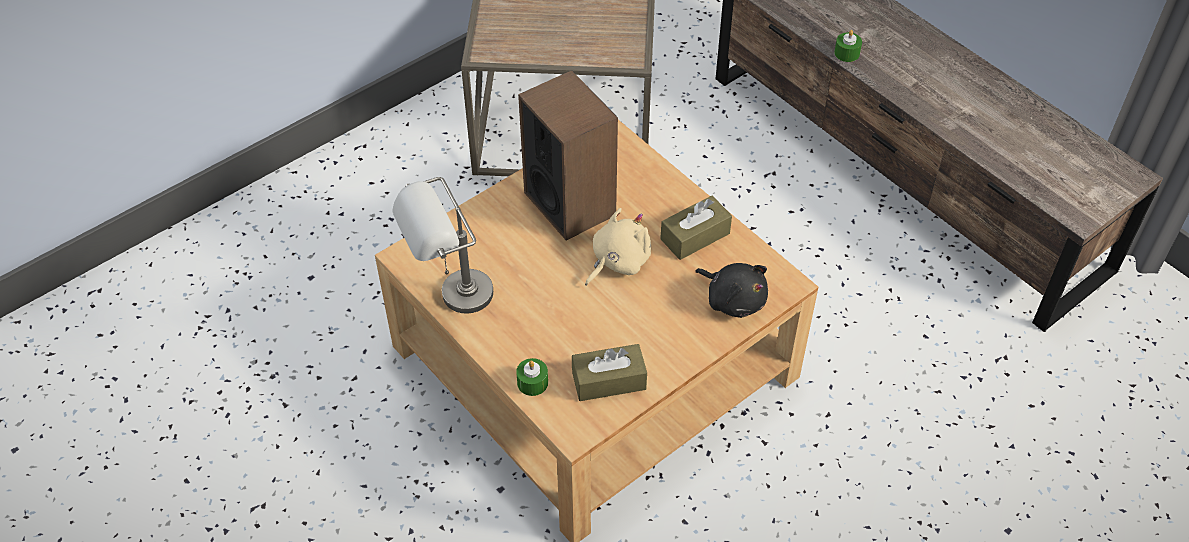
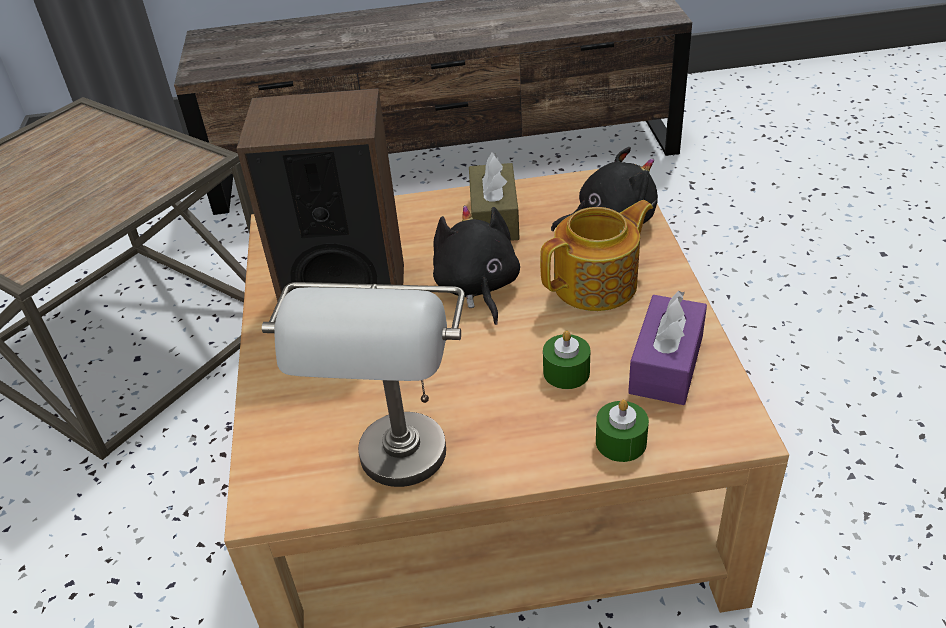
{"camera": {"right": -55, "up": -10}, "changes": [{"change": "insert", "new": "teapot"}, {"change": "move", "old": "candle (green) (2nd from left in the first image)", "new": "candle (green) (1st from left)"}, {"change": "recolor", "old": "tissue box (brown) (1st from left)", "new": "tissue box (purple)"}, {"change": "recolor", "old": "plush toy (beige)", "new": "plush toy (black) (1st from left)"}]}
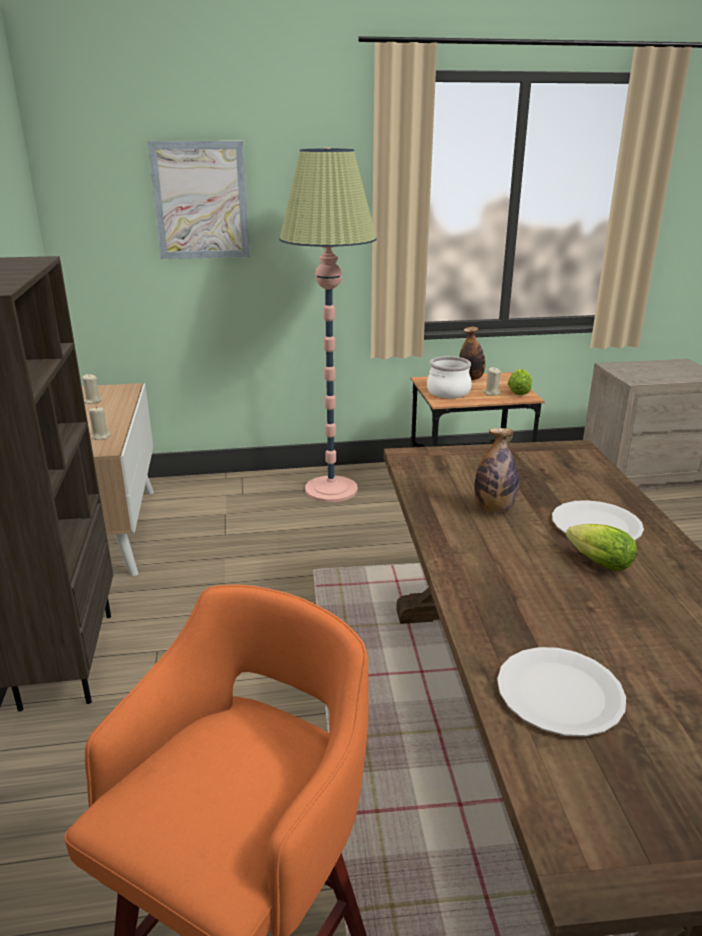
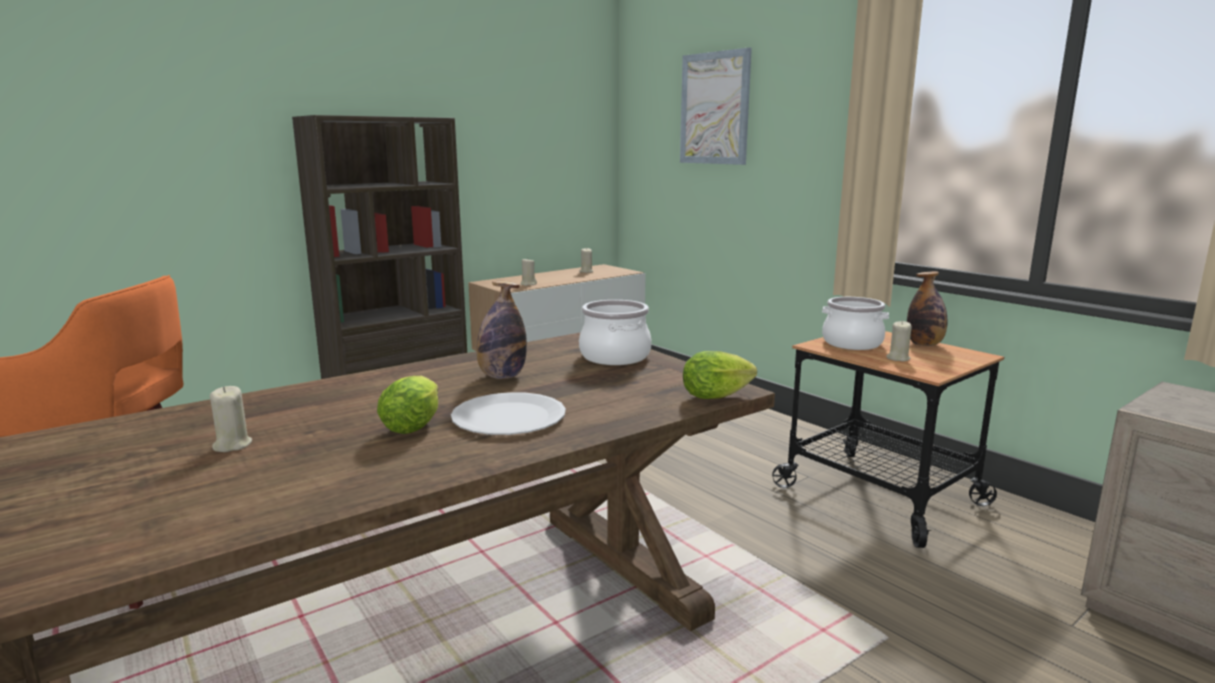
{"camera": {"right": 60, "up": -10}, "changes": [{"change": "delete", "old": "floor lamp"}, {"change": "delete", "old": "plate (white) (1st from left)"}, {"change": "insert", "new": "candle (beige) (1st from left)"}, {"change": "insert", "new": "cooking pot (1st from left)"}, {"change": "move", "old": "lettuce (1st from left in the first image)", "new": "lettuce (2nd from left)"}]}
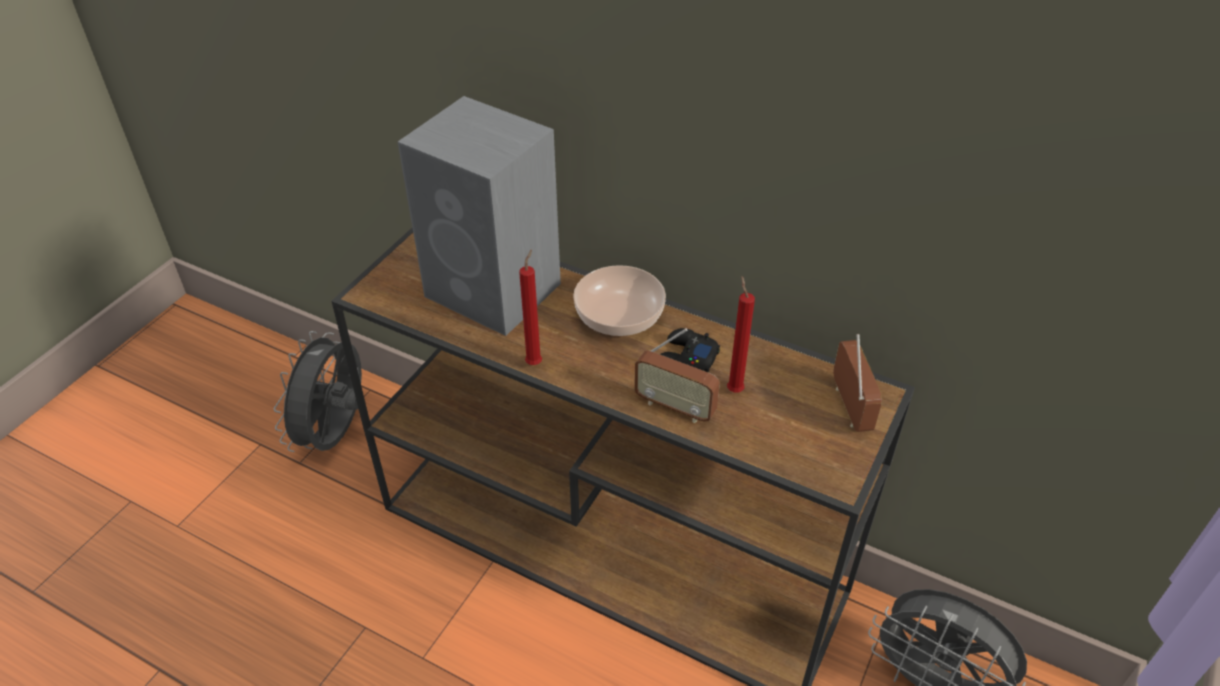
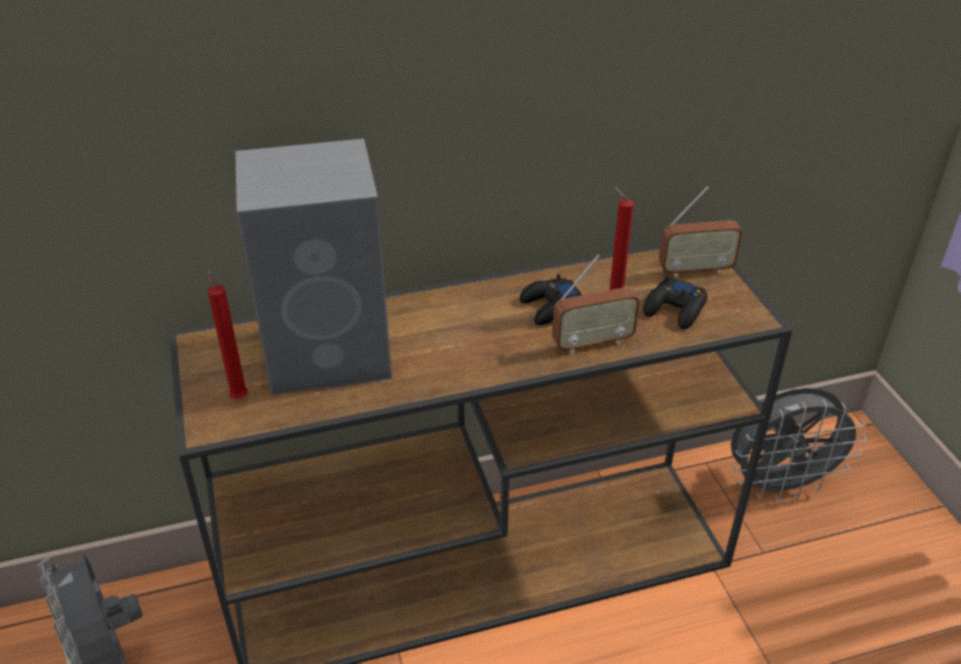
{"camera": {"right": -45, "up": -5}, "changes": [{"change": "delete", "old": "bowl"}, {"change": "insert", "new": "game controller (black) (2nd from left)"}, {"change": "move", "old": "candle (red) (1st from left)"}, {"change": "rotate", "old": "radio (2nd from left)", "degrees": 135}]}
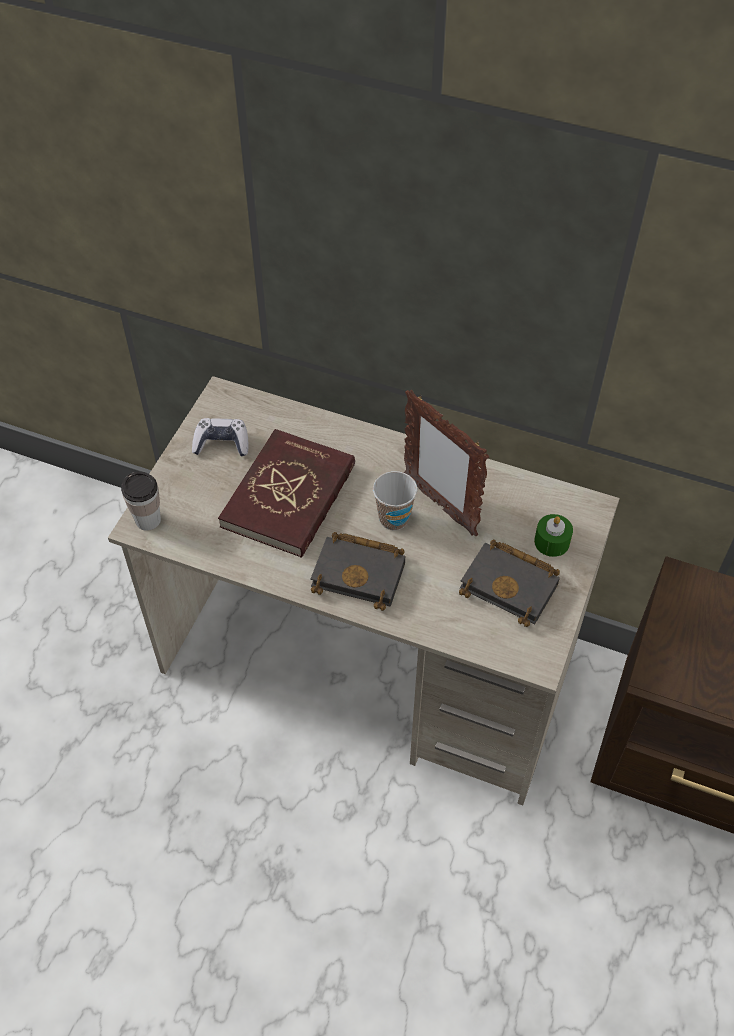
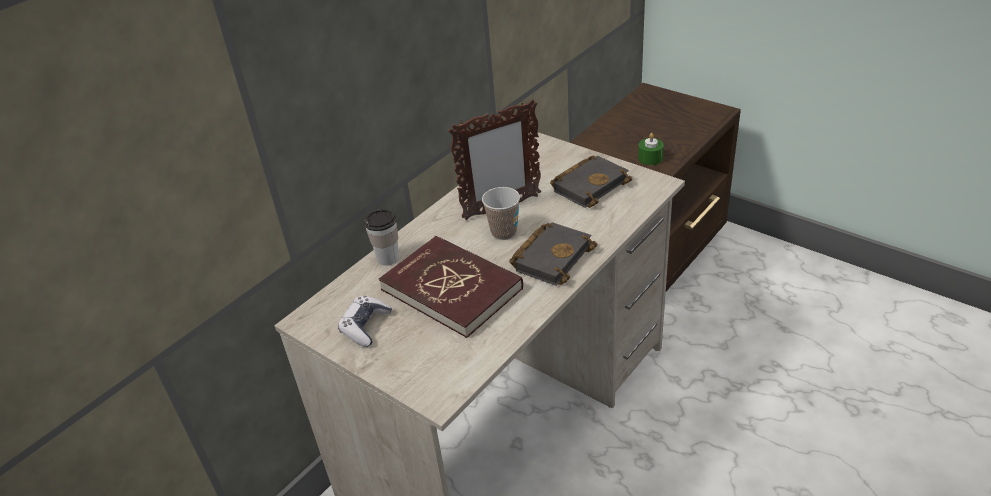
{"camera": {"right": -70, "up": -15}, "changes": [{"change": "move", "old": "cup (1st from left)"}, {"change": "move", "old": "candle (green)"}]}
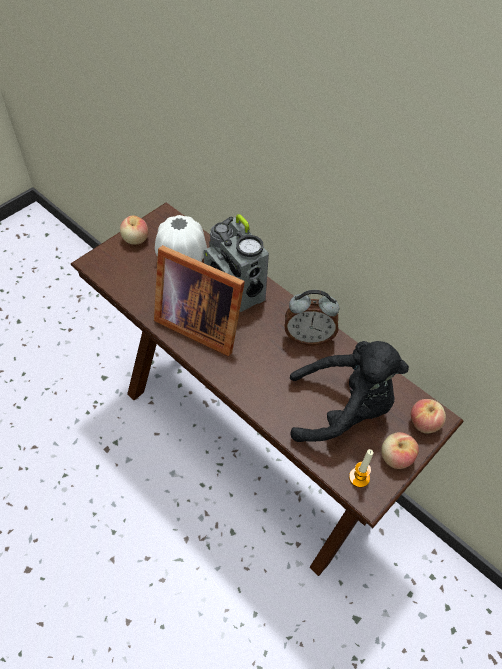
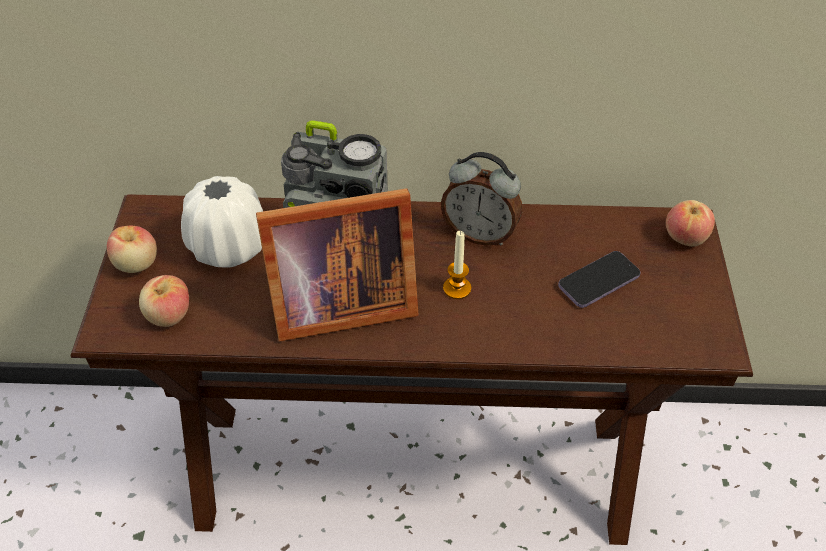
{"camera": {"right": -40, "up": -5}, "changes": [{"change": "move", "old": "candle"}, {"change": "move", "old": "apple (2nd from left)"}, {"change": "replace", "old": "plush toy (black)", "new": "phone"}, {"change": "rotate", "old": "alarm clock", "degrees": 60}]}
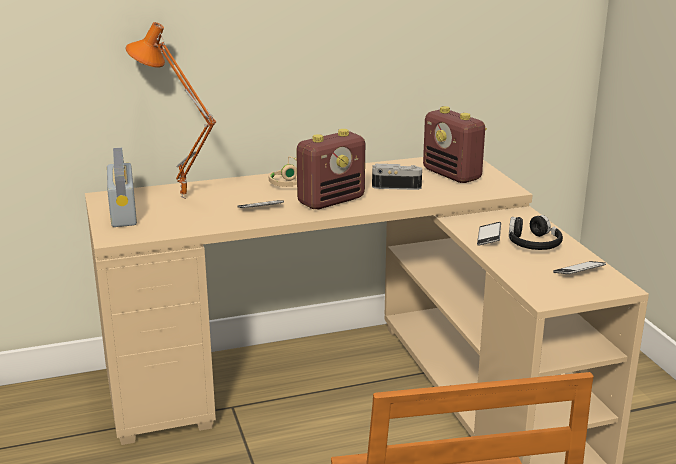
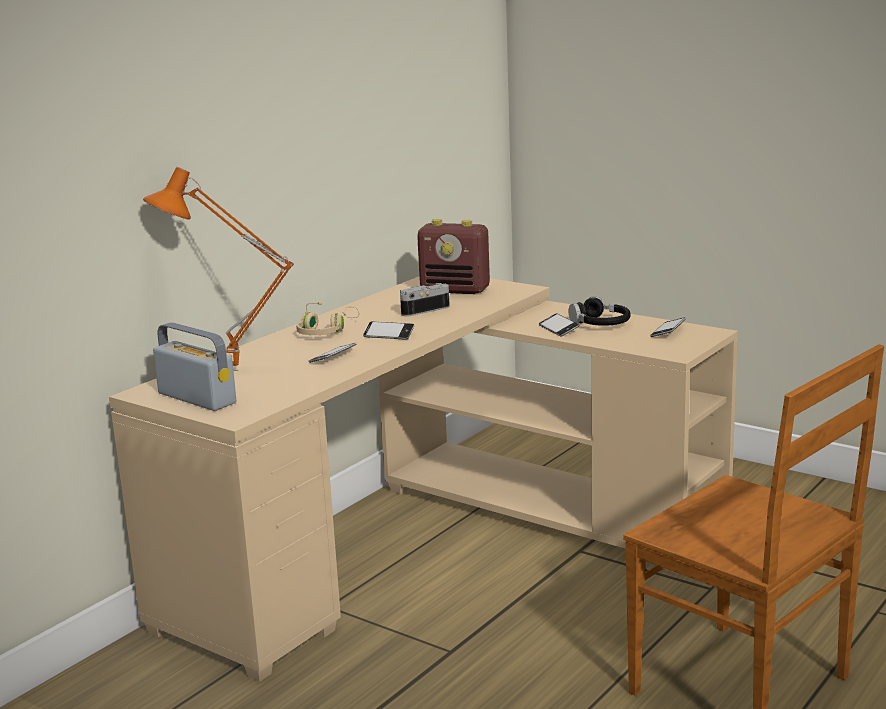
{"camera": {"right": -35, "up": -5}, "changes": [{"change": "replace", "old": "radio (2nd from left)", "new": "phone (2nd from left)"}]}
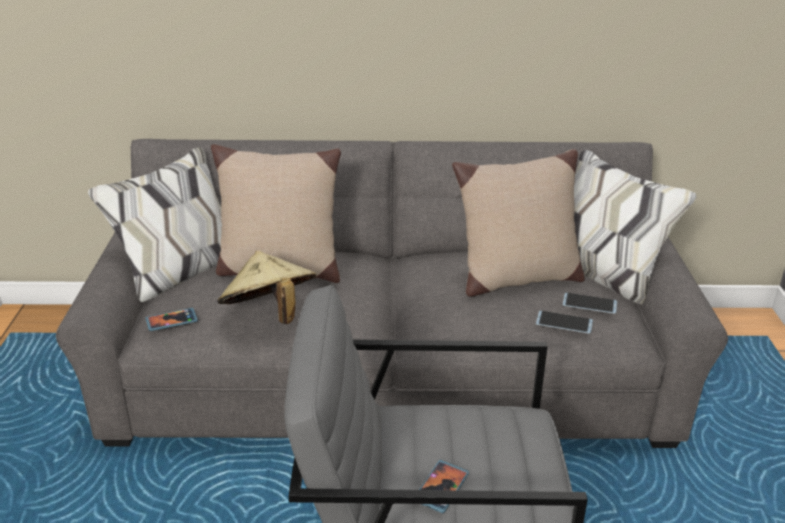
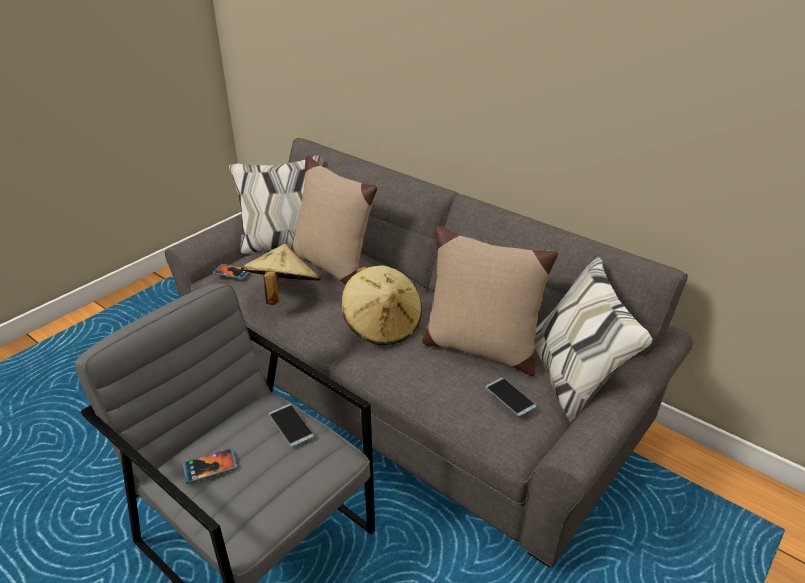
{"camera": {"right": 40, "up": 5}, "changes": [{"change": "insert", "new": "hat (beige) (2nd from left)"}, {"change": "move", "old": "phone (3rd from left)"}]}
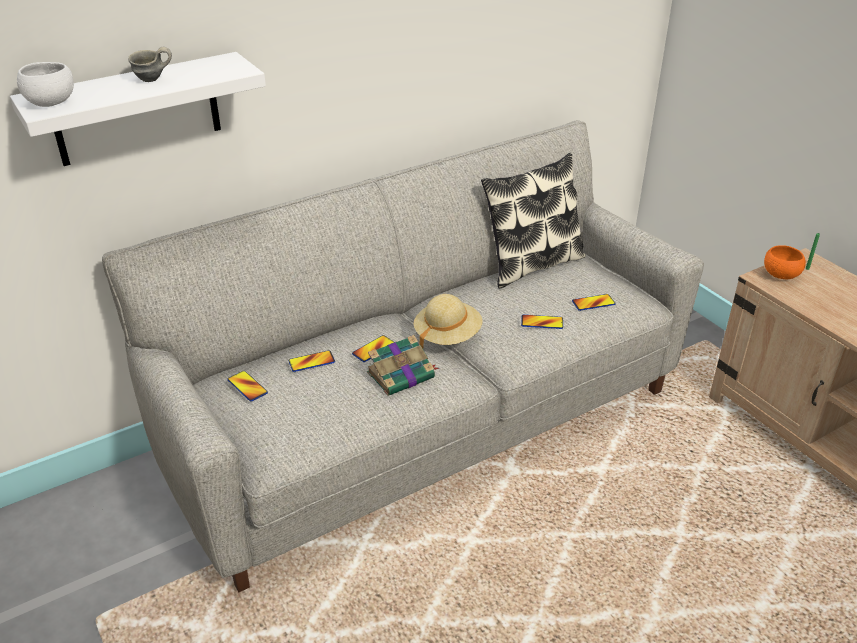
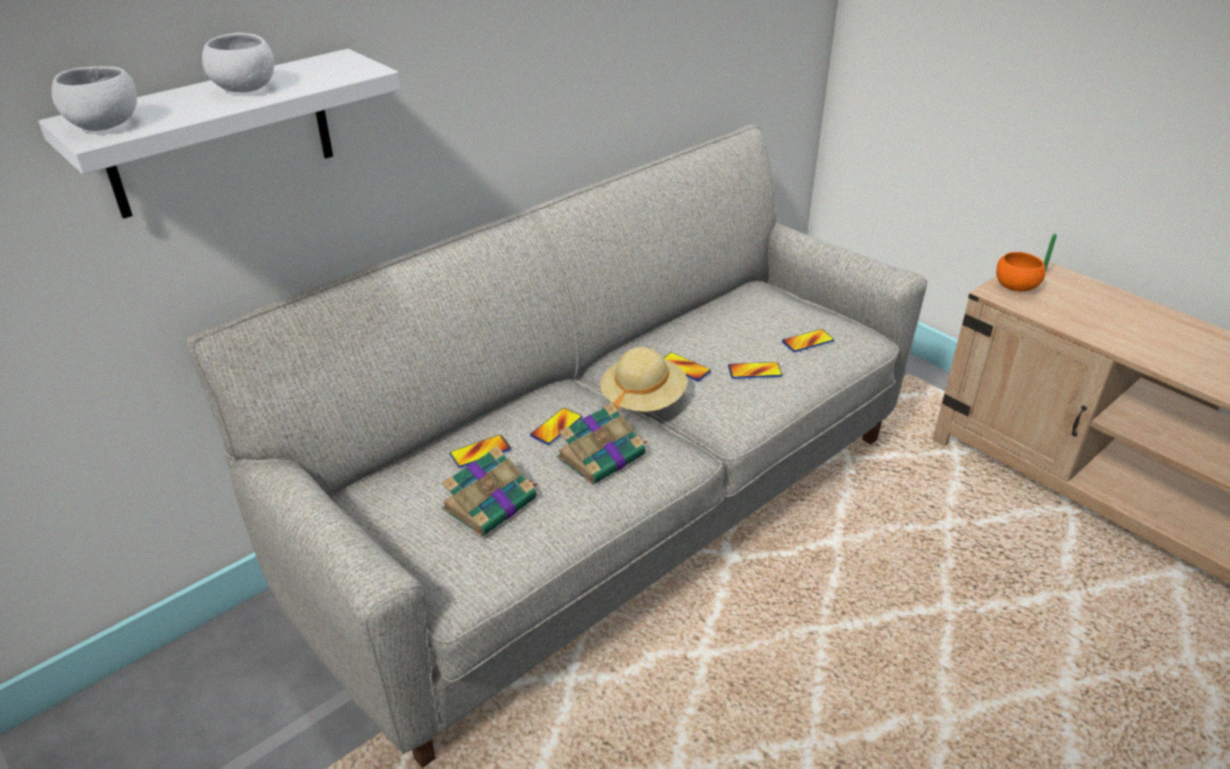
{"camera": {"right": -10, "up": 0}, "changes": [{"change": "delete", "old": "pillow"}, {"change": "insert", "new": "book (1st from left)"}, {"change": "move", "old": "phone (1st from left in the first image)", "new": "phone (3rd from left)"}, {"change": "replace", "old": "mug (grey)", "new": "bowl (white) (2nd from left)"}]}
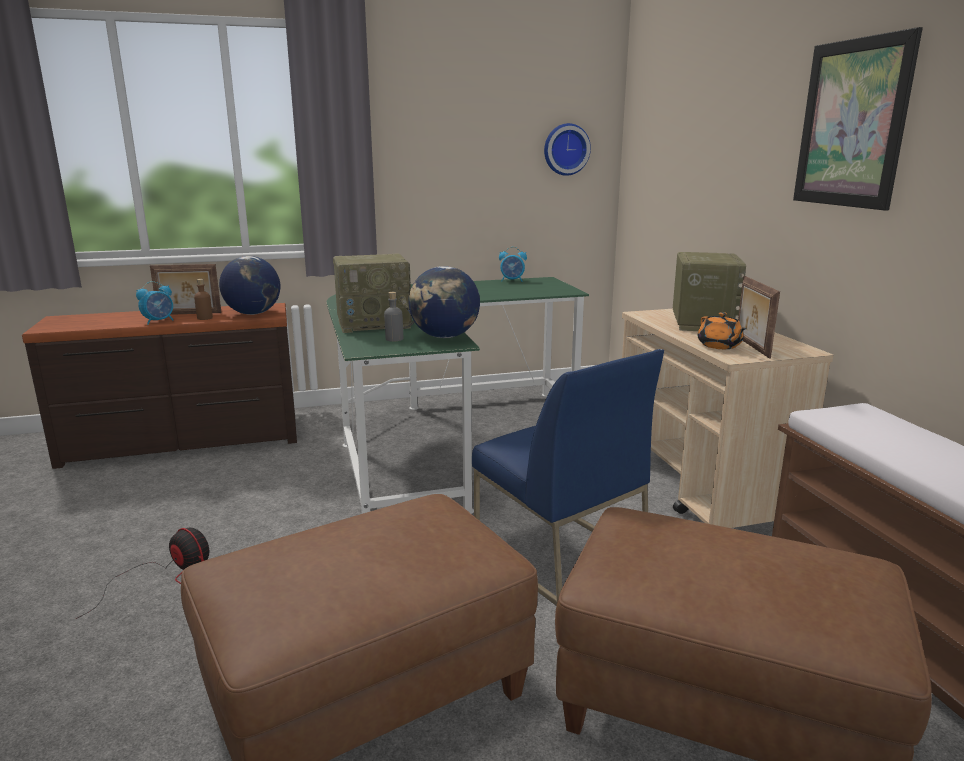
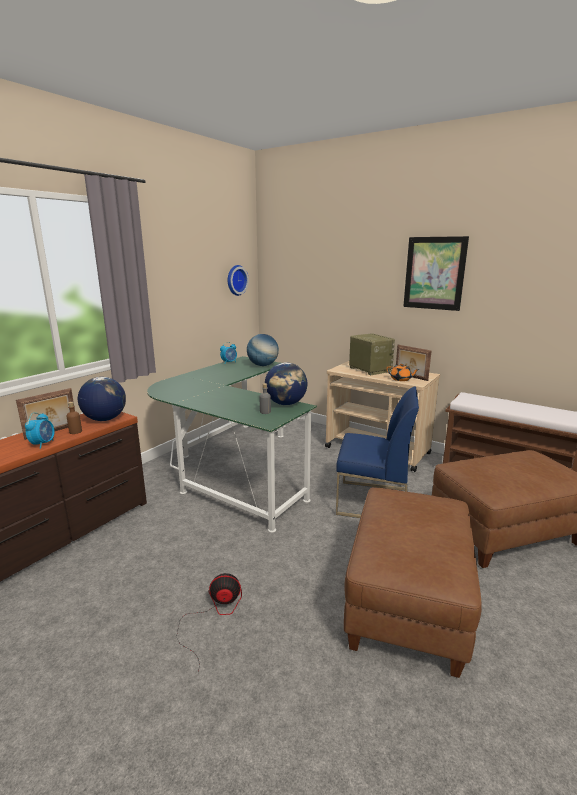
{"camera": {"right": -40, "up": 0}, "changes": [{"change": "delete", "old": "radio (1st from left)"}, {"change": "insert", "new": "globe (2nd from left)"}]}
